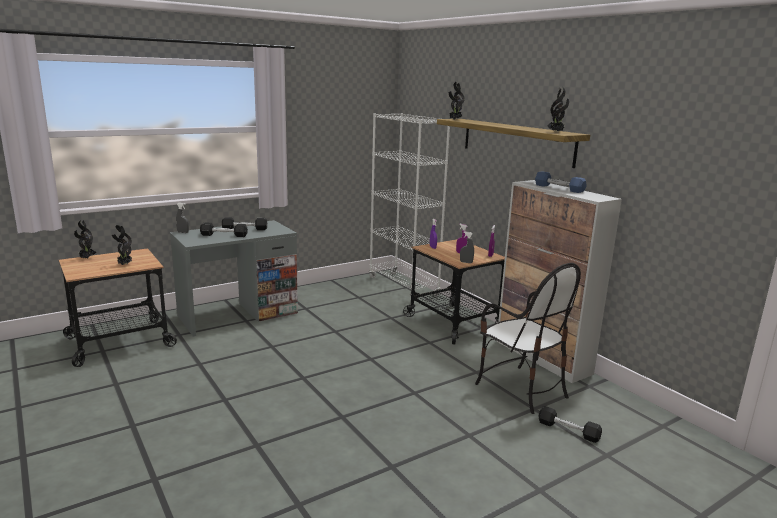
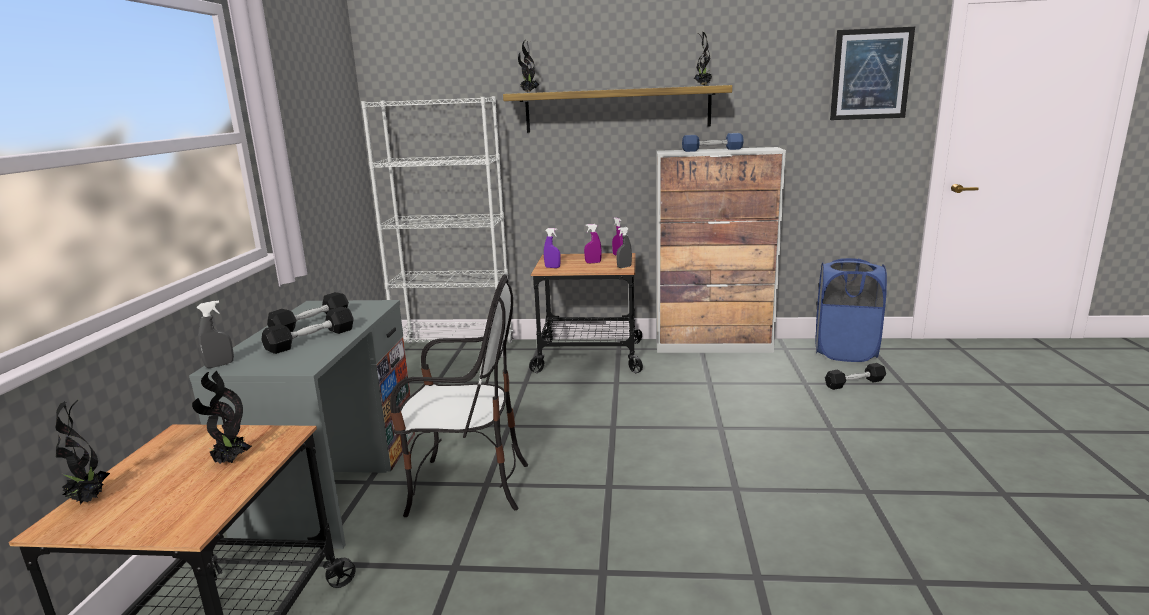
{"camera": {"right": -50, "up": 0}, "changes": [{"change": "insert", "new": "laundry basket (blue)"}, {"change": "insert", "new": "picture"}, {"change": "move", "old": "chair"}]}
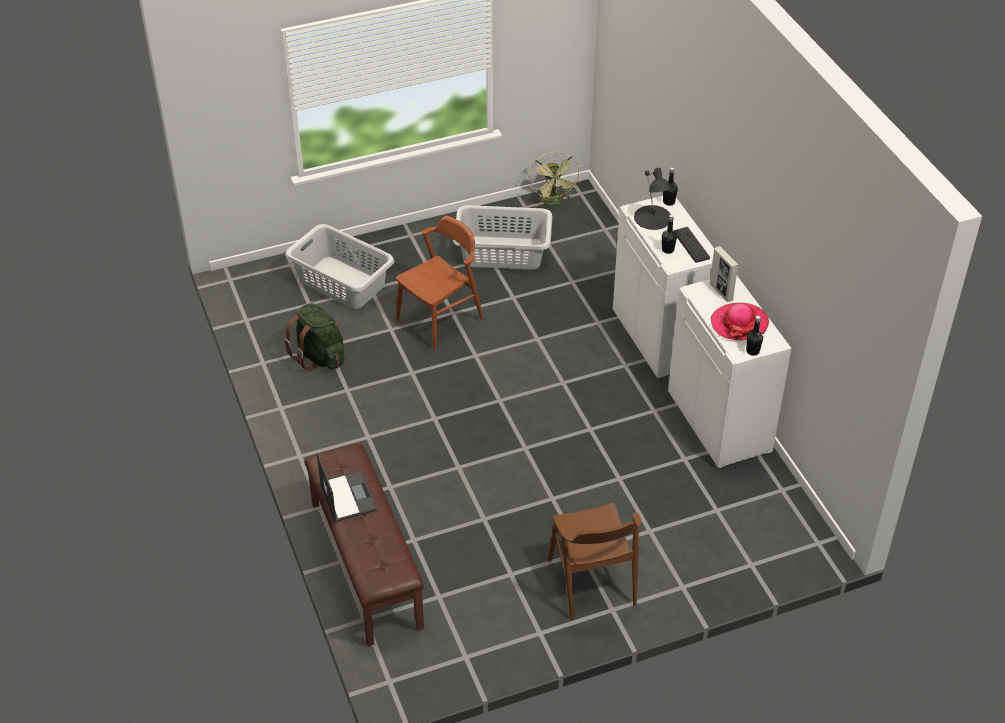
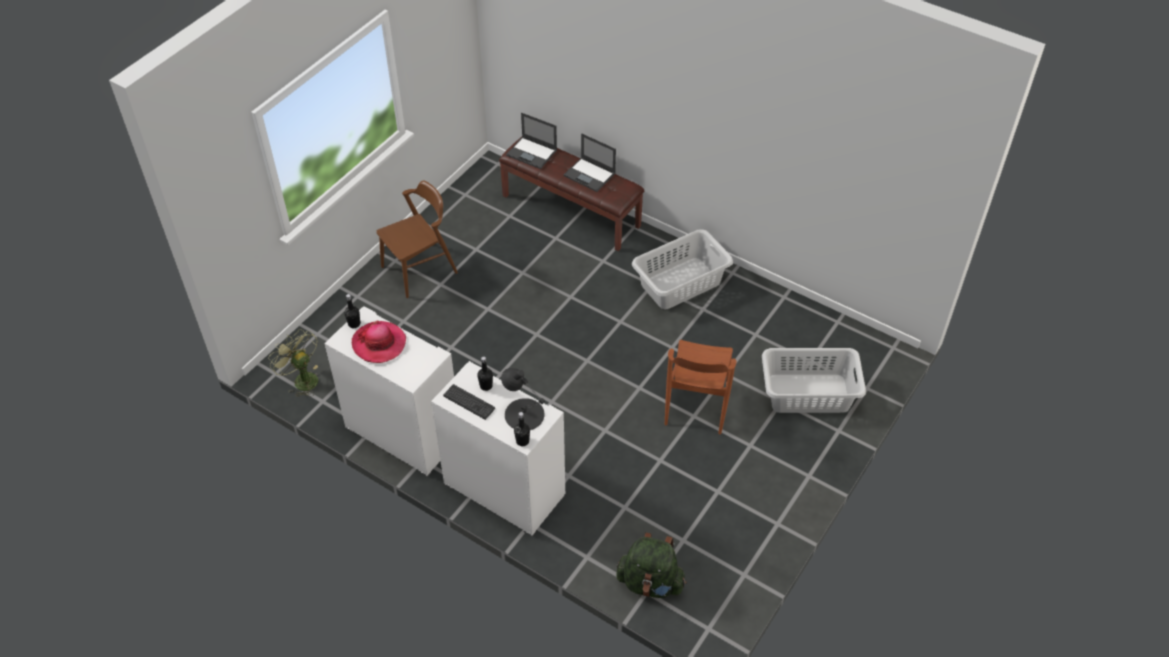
{"camera": {"right": 145, "up": 5}, "changes": [{"change": "delete", "old": "picture frame"}, {"change": "insert", "new": "laptop (1st from left)"}, {"change": "move", "old": "backpack (green)"}, {"change": "move", "old": "laundry basket (grey) (2nd from left in the first image)", "new": "laundry basket (grey) (1st from left)"}, {"change": "move", "old": "fan (green)"}, {"change": "rotate", "old": "chair (brown) (2nd from left in the first image)", "degrees": 105}]}
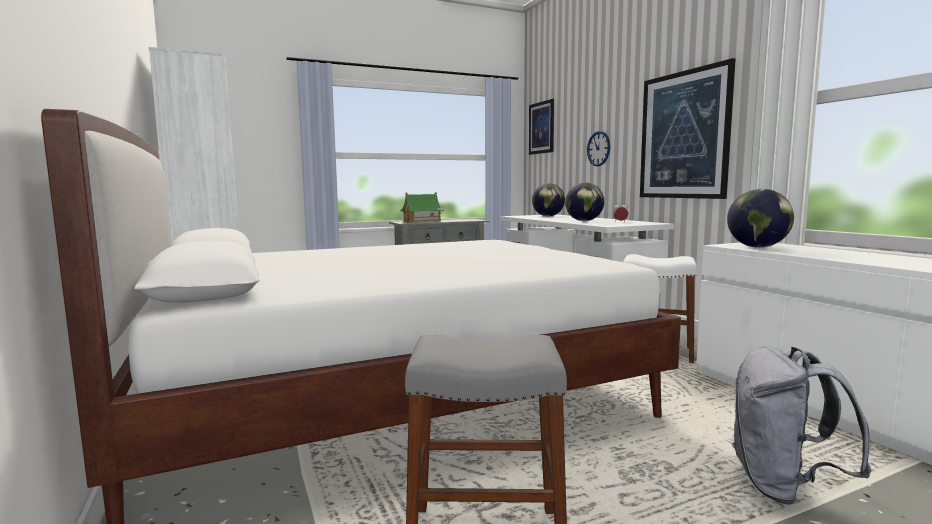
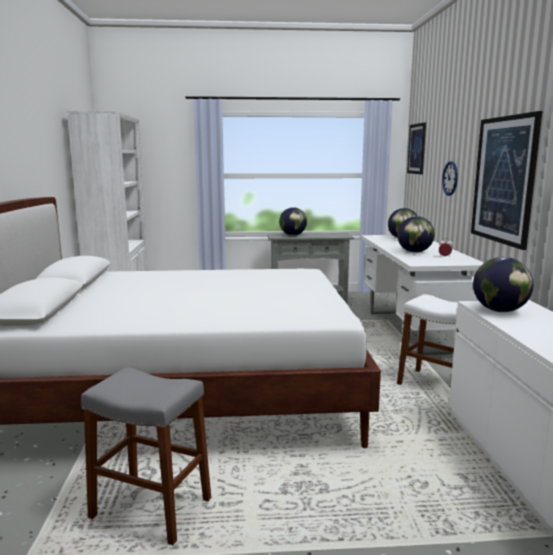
{"camera": {"right": 20, "up": 5}, "changes": [{"change": "delete", "old": "backpack (grey)"}, {"change": "replace", "old": "toy house", "new": "globe (1st from left)"}]}
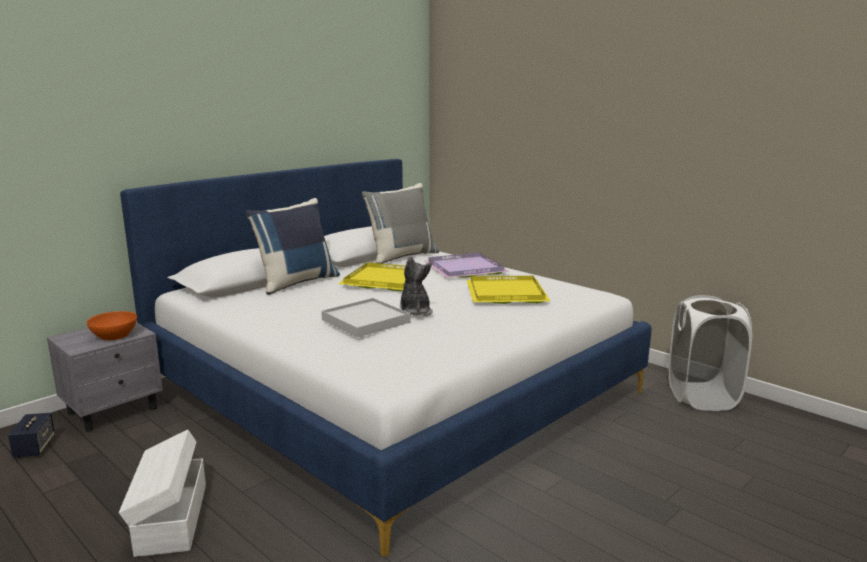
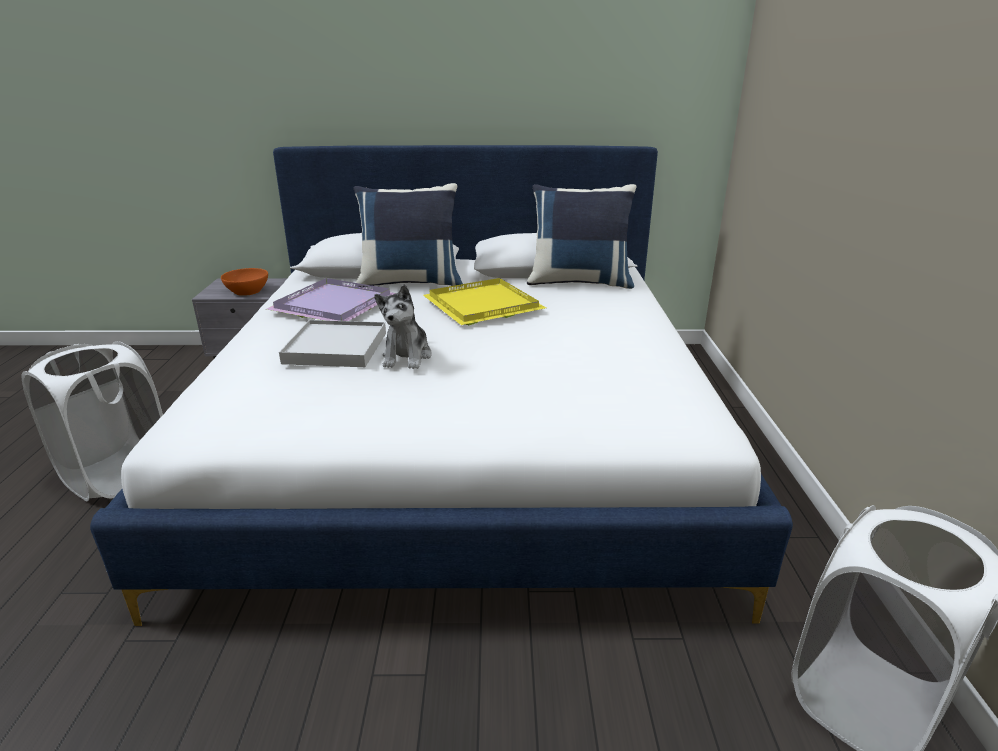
{"camera": {"right": 45, "up": 10}, "changes": [{"change": "delete", "old": "speaker"}, {"change": "delete", "old": "tray (yellow) (2nd from left)"}, {"change": "move", "old": "tray (purple)"}, {"change": "replace", "old": "storage box (white)", "new": "laundry basket (white) (1st from left)"}, {"change": "recolor", "old": "pillow (grey)", "new": "pillow (blue) (2nd from left)"}, {"change": "rotate", "old": "plush toy", "degrees": 150}]}
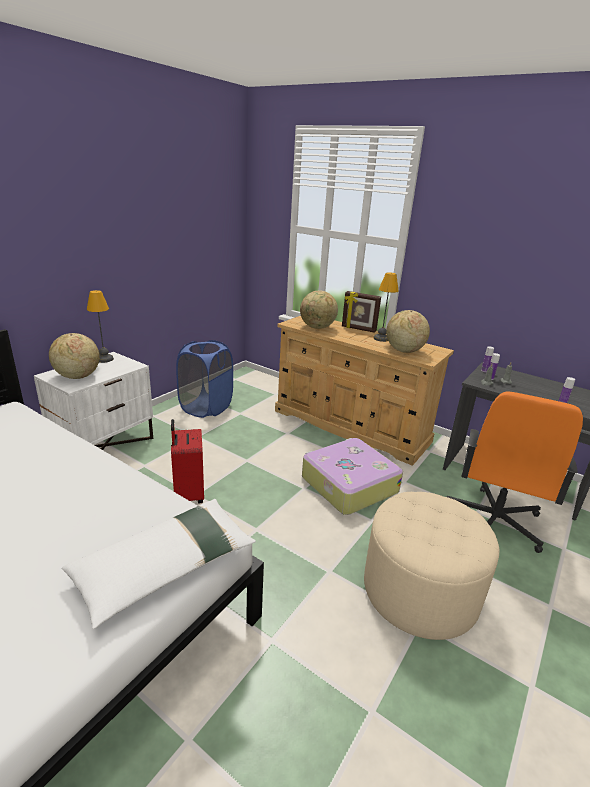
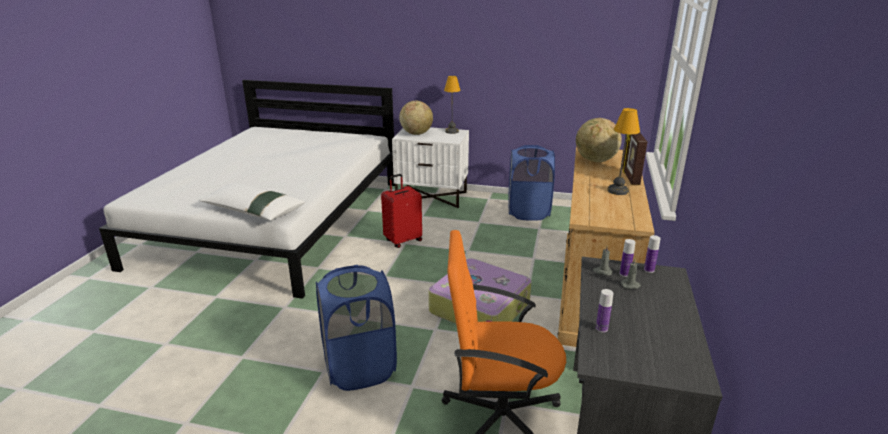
{"camera": {"right": 70, "up": 0}, "changes": [{"change": "delete", "old": "globe (3rd from left)"}, {"change": "replace", "old": "ottoman (beige)", "new": "laundry basket (blue) (1st from left)"}]}
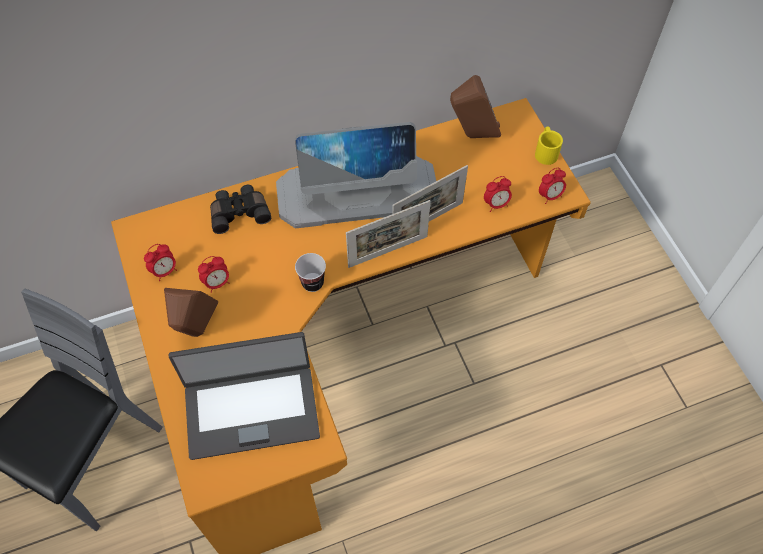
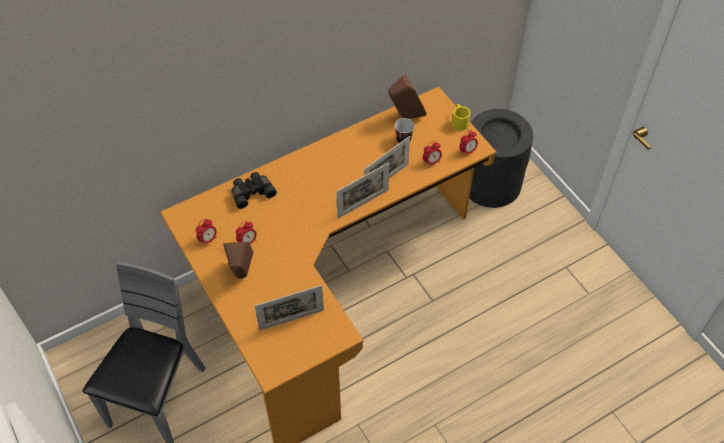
{"camera": {"right": -10, "up": -5}, "changes": [{"change": "delete", "old": "monitor"}, {"change": "insert", "new": "trash can (black)"}, {"change": "move", "old": "cup"}, {"change": "replace", "old": "laptop", "new": "picture frame (1st from left)"}]}
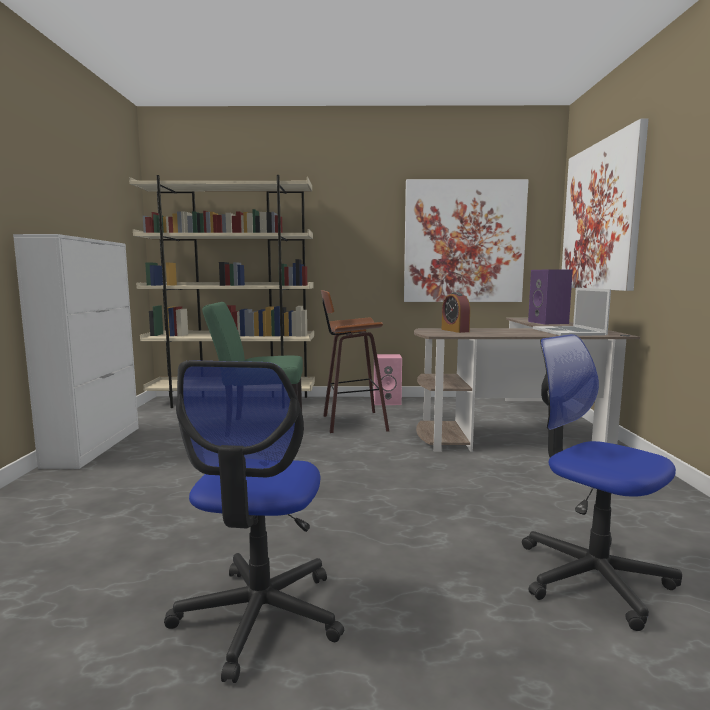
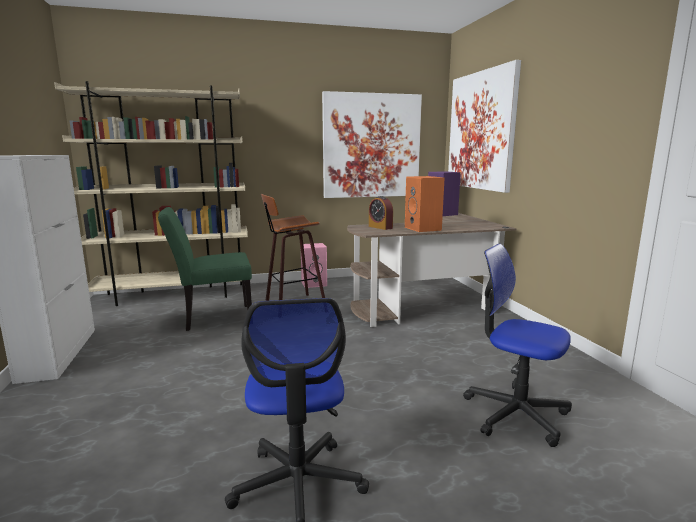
{"camera": {"right": -15, "up": 5}, "changes": [{"change": "delete", "old": "laptop"}, {"change": "insert", "new": "speaker (orange)"}]}
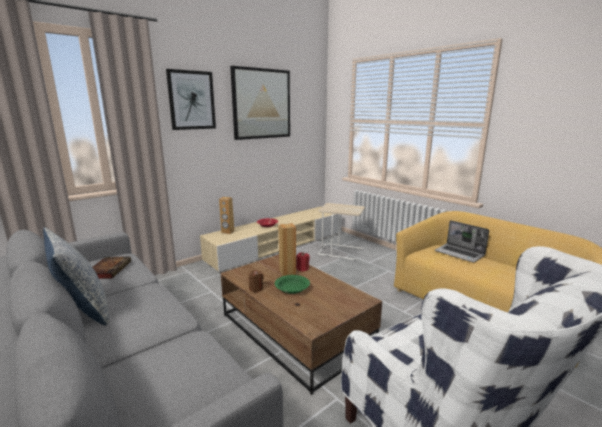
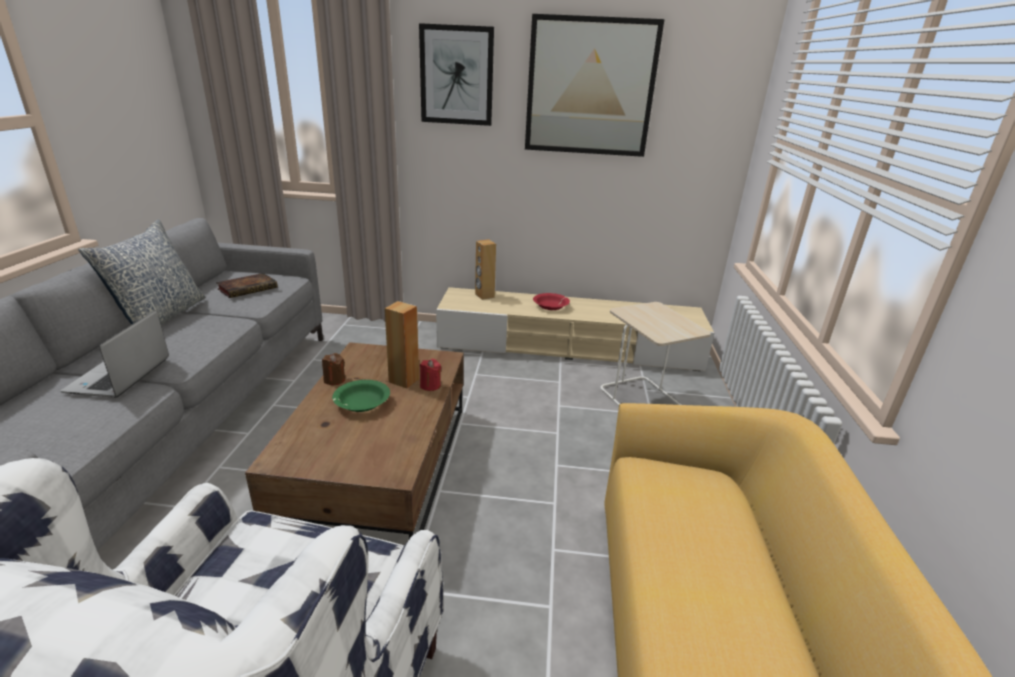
{"camera": {"right": 45, "up": 10}, "changes": [{"change": "move", "old": "laptop"}]}
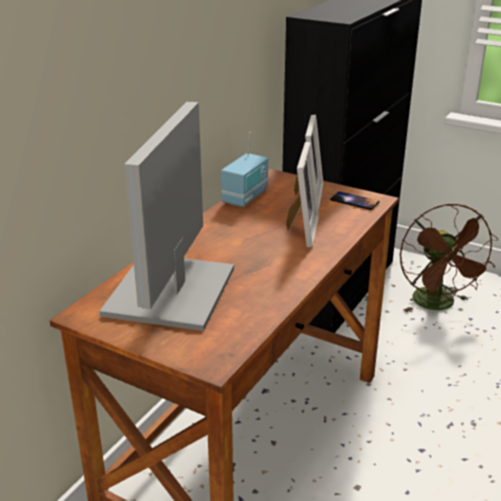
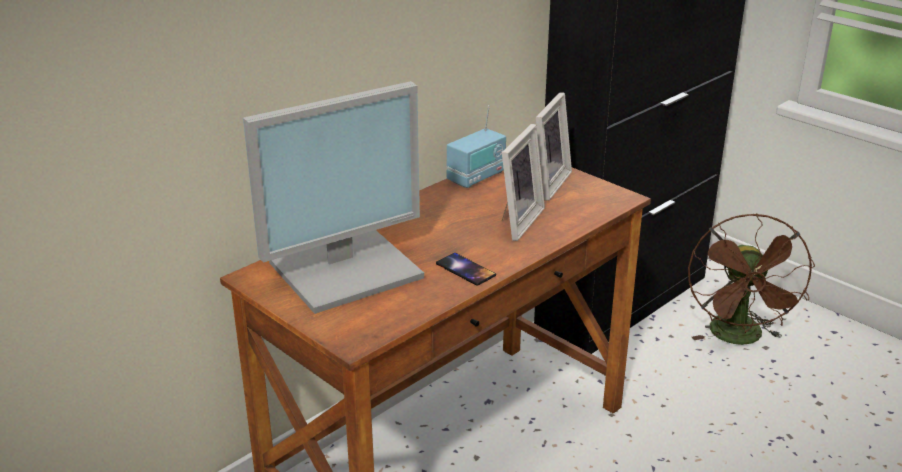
{"camera": {"right": 15, "up": 0}, "changes": [{"change": "move", "old": "phone"}, {"change": "rotate", "old": "monitor", "degrees": -150}]}
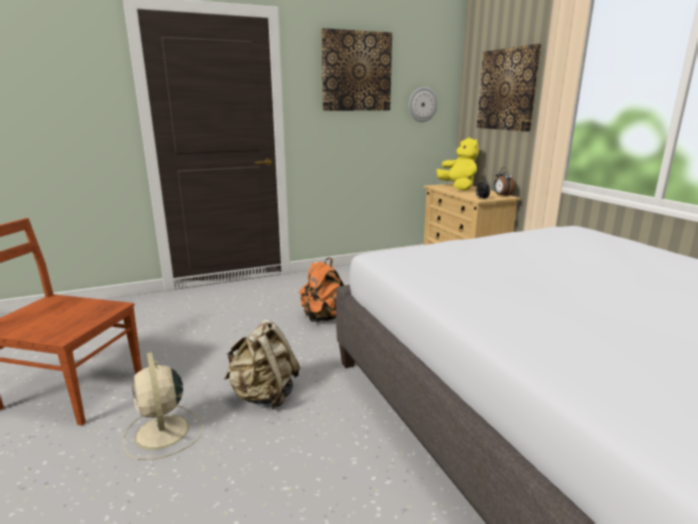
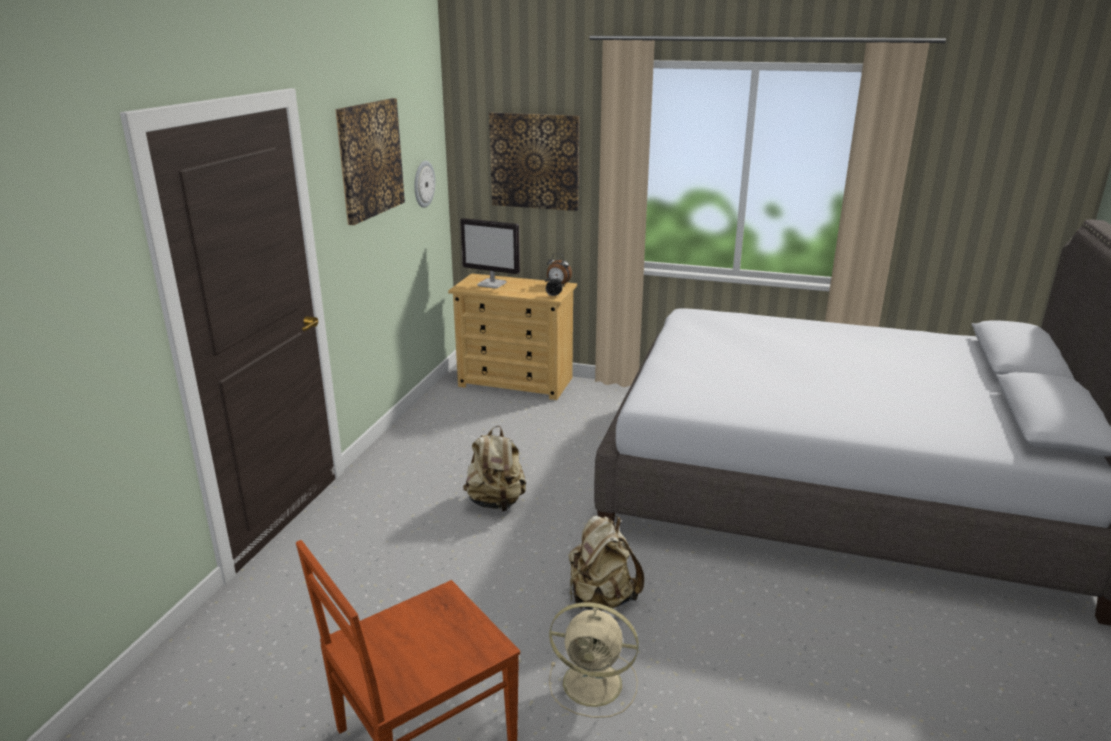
{"camera": {"right": -50, "up": 5}, "changes": [{"change": "replace", "old": "plush toy (yellow)", "new": "monitor"}, {"change": "recolor", "old": "backpack (orange)", "new": "backpack (beige) (1st from left)"}]}
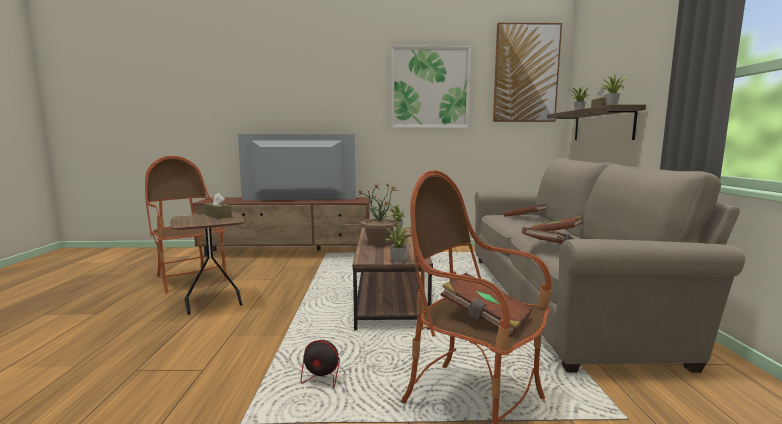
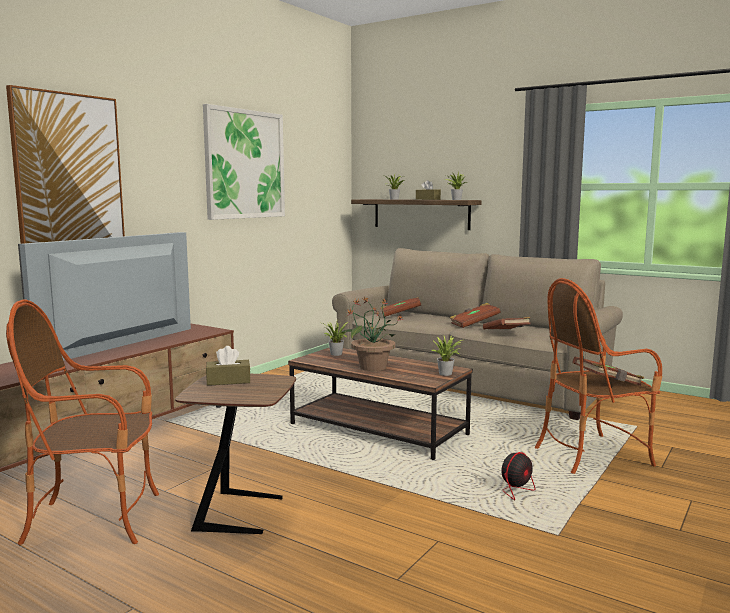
{"camera": {"right": -55, "up": 0}, "changes": [{"change": "move", "old": "picture (2nd from left in the first image)", "new": "picture (1st from left)"}]}
